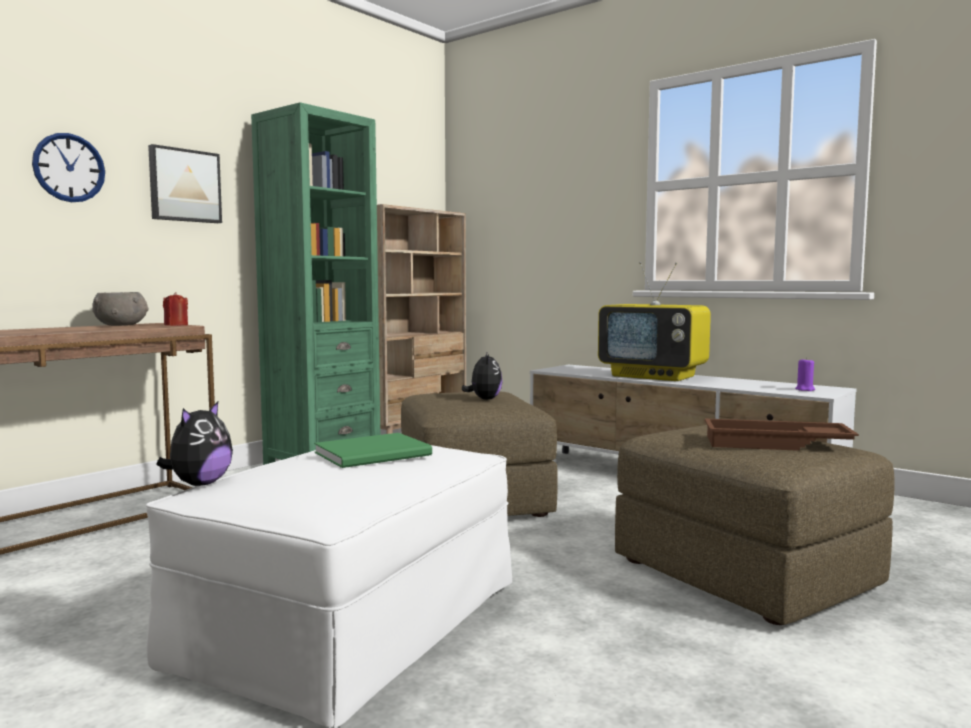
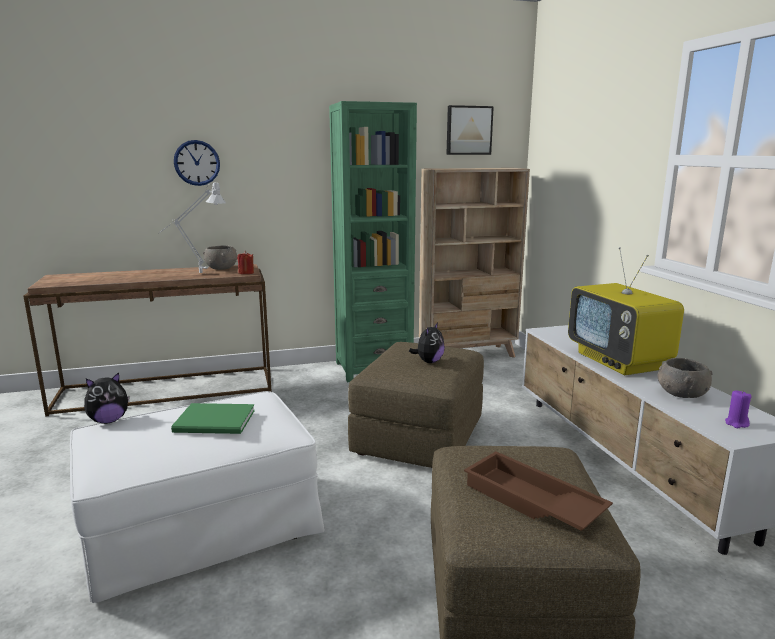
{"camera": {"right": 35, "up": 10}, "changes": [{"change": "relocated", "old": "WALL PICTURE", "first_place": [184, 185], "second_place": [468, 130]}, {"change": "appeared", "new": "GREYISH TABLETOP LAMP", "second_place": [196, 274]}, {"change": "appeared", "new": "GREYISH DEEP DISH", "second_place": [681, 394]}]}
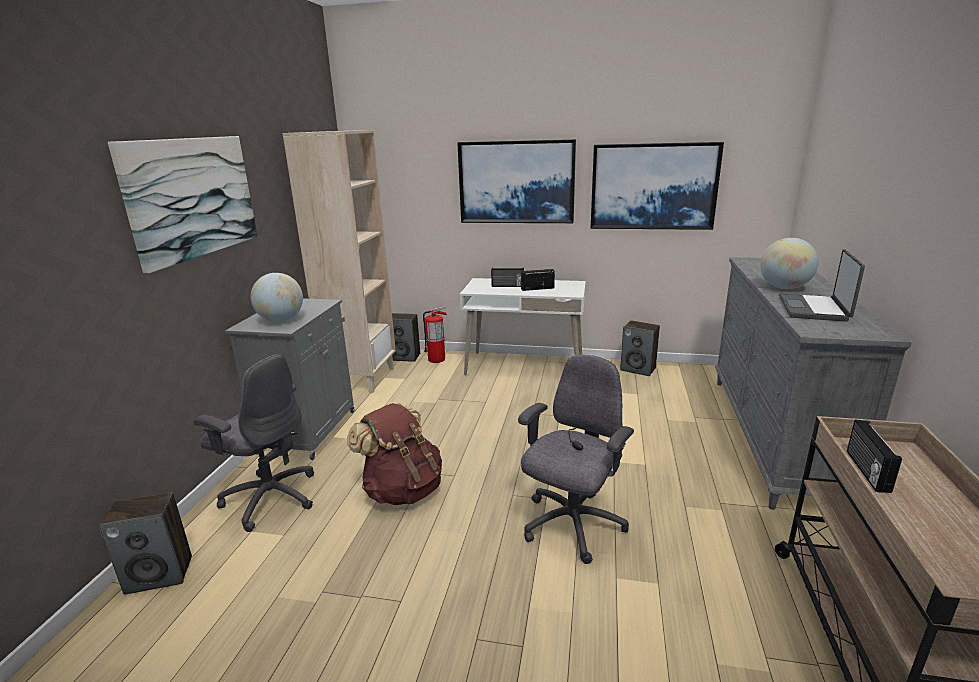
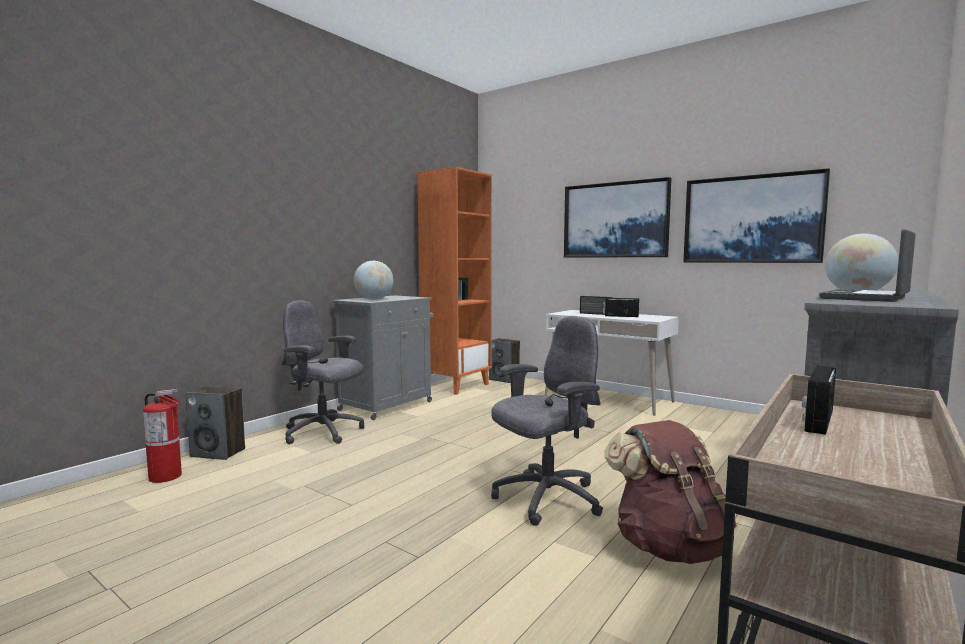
{"camera": {"right": 25, "up": -15}, "changes": [{"change": "colour", "old": "BEIGE-COLOURED BOOKSHELF", "new": "ORANGE-COLOURED BOOKSHELF", "first_place": [361, 378], "second_place": [456, 385]}, {"change": "missing", "old": "WALL PICTURE", "first_place": [192, 197]}, {"change": "relocated", "old": "EXTINGUISHER", "first_place": [437, 359], "second_place": [165, 477]}, {"change": "missing", "old": "SPEAKER", "first_place": [638, 369]}, {"change": "spun", "old": "GREYISH DESK CHAIR", "first_place": [270, 497], "second_place": [323, 432], "degrees": 150}, {"change": "relocated", "old": "BROWN-COLOURED KNAPSACK", "first_place": [402, 490], "second_place": [669, 546]}]}
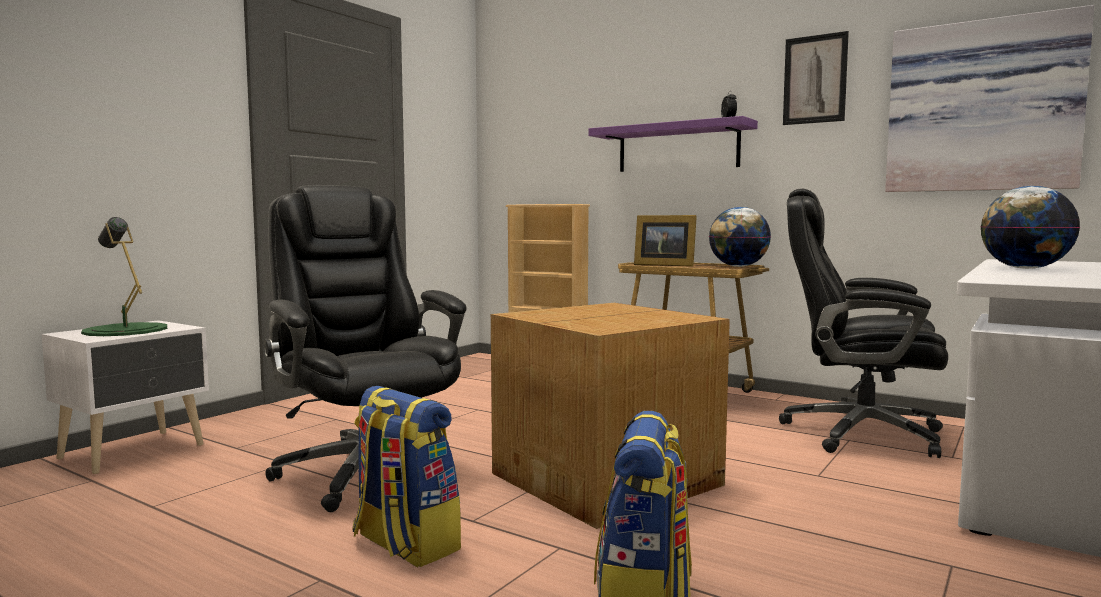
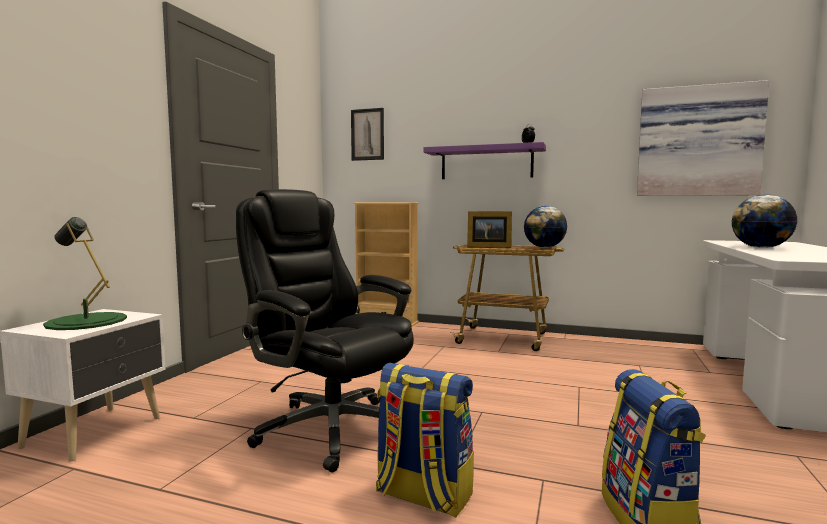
{"camera": {"right": -15, "up": 0}, "changes": [{"change": "relocated", "old": "WALL PICTURE", "first_place": [815, 79], "second_place": [367, 134]}, {"change": "missing", "old": "BLACK-COLOURED DESK CHAIR", "first_place": [858, 433]}, {"change": "missing", "old": "CARTON", "first_place": [609, 479]}]}
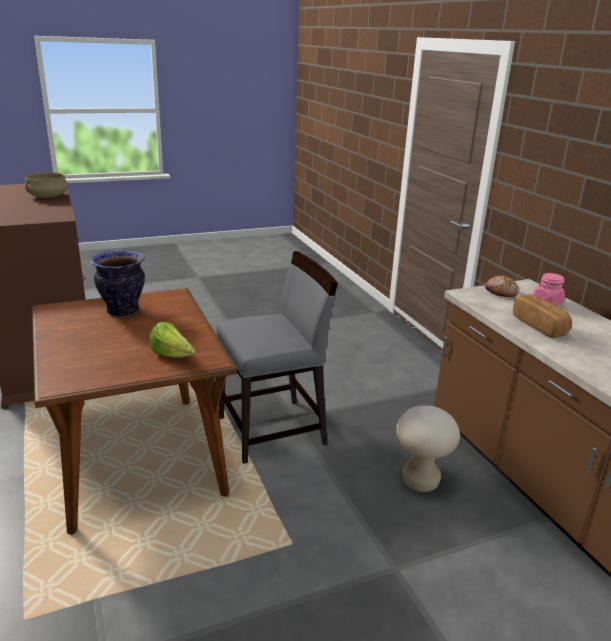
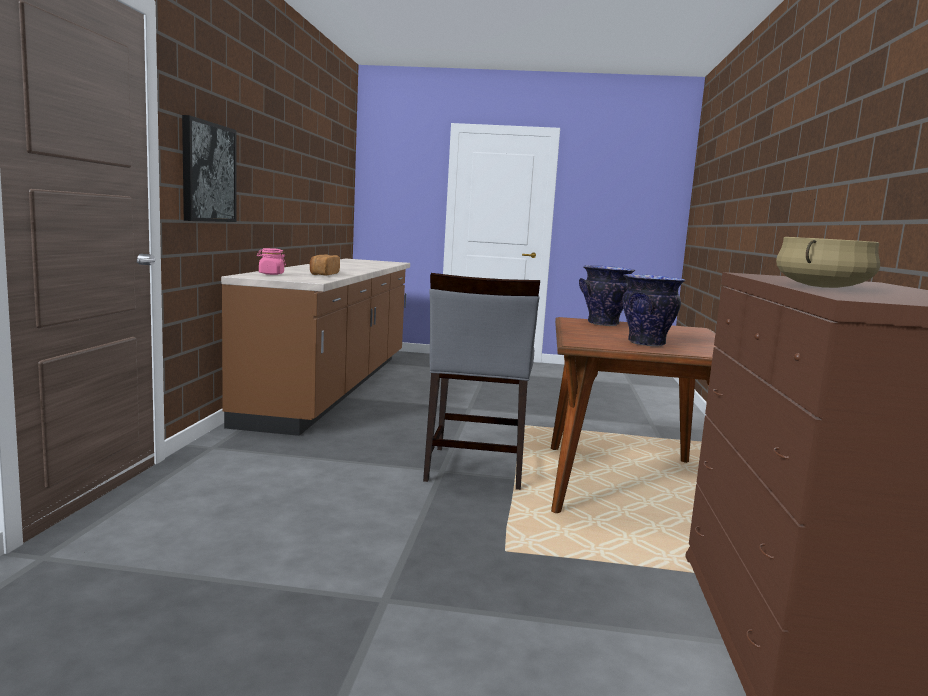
{"camera": {"right": -150, "up": -15}, "changes": [{"change": "spun", "old": "GREYISH UPRIGHT CHAIR", "first_place": [273, 430], "second_place": [474, 468], "degrees": -90}, {"change": "missing", "old": "BREAD", "first_place": [501, 292]}, {"change": "exchanged", "old": "LETTUCE", "new": "FLOWER VASE", "first_place": [172, 355], "second_place": [603, 324]}, {"change": "missing", "old": "BEIGE-COLOURED STOOL SEAT", "first_place": [420, 482]}, {"change": "appeared", "new": "WALL PICTURE", "second_place": [208, 172]}]}
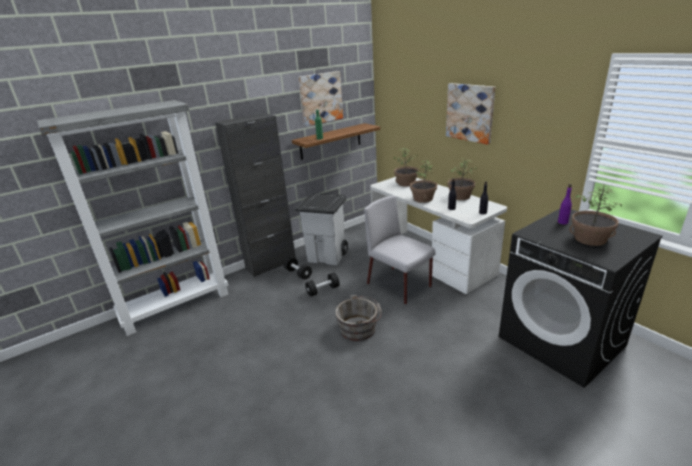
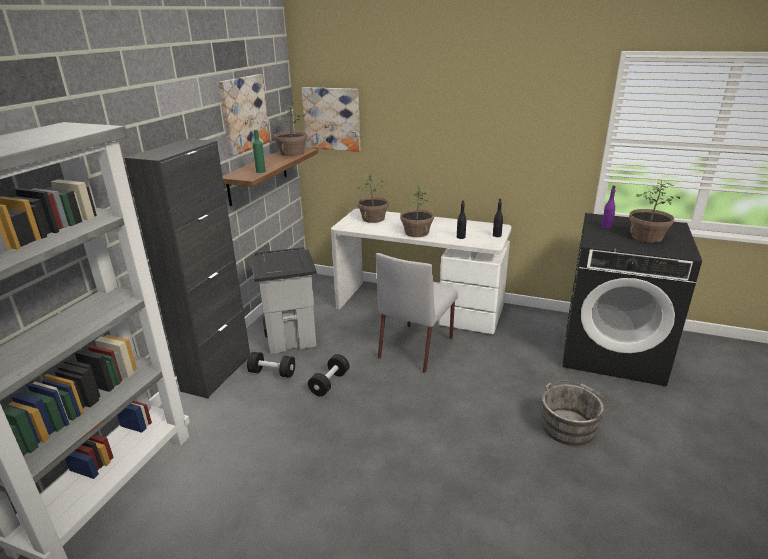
{"camera": {"right": -35, "up": 0}, "changes": [{"change": "relocated", "old": "WALL PICTURE", "first_place": [470, 112], "second_place": [332, 119]}, {"change": "relocated", "old": "PLANT IN A POT", "first_place": [460, 196], "second_place": [292, 153]}, {"change": "spun", "old": "GREYISH UPRIGHT CHAIR", "first_place": [399, 285], "second_place": [416, 347], "degrees": -75}, {"change": "relocated", "old": "GREYISH BUCKET", "first_place": [360, 328], "second_place": [569, 426]}]}
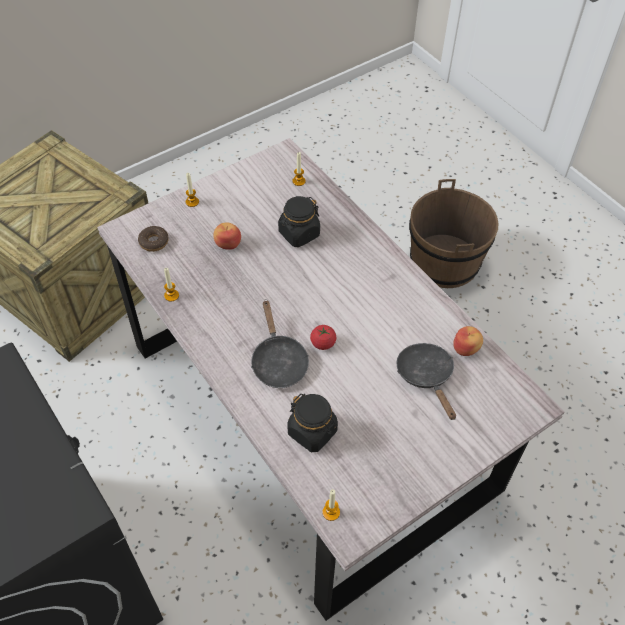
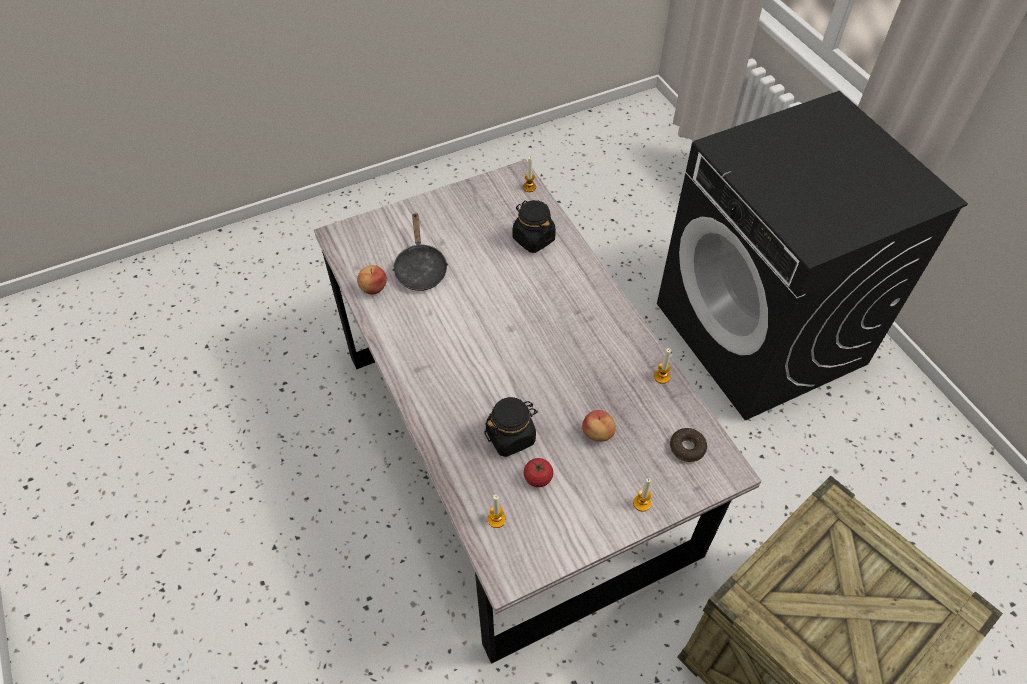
{"camera": {"right": -170, "up": 0}, "changes": [{"change": "missing", "old": "BROWN-COLOURED BUCKET", "first_place": [444, 262]}, {"change": "missing", "old": "BLACK-COLOURED SKILLET", "first_place": [278, 361]}, {"change": "relocated", "old": "WHOLE TOMATO", "first_place": [323, 343], "second_place": [538, 478]}]}
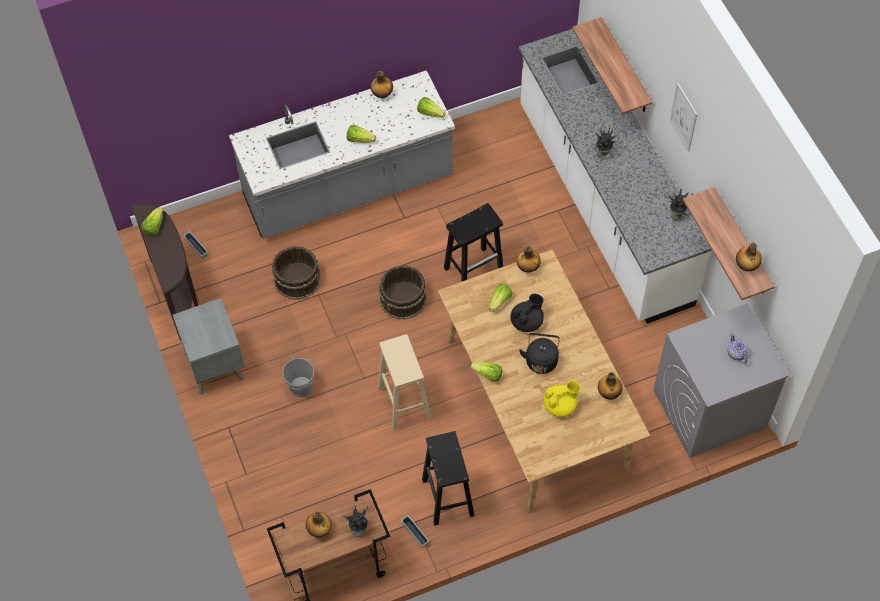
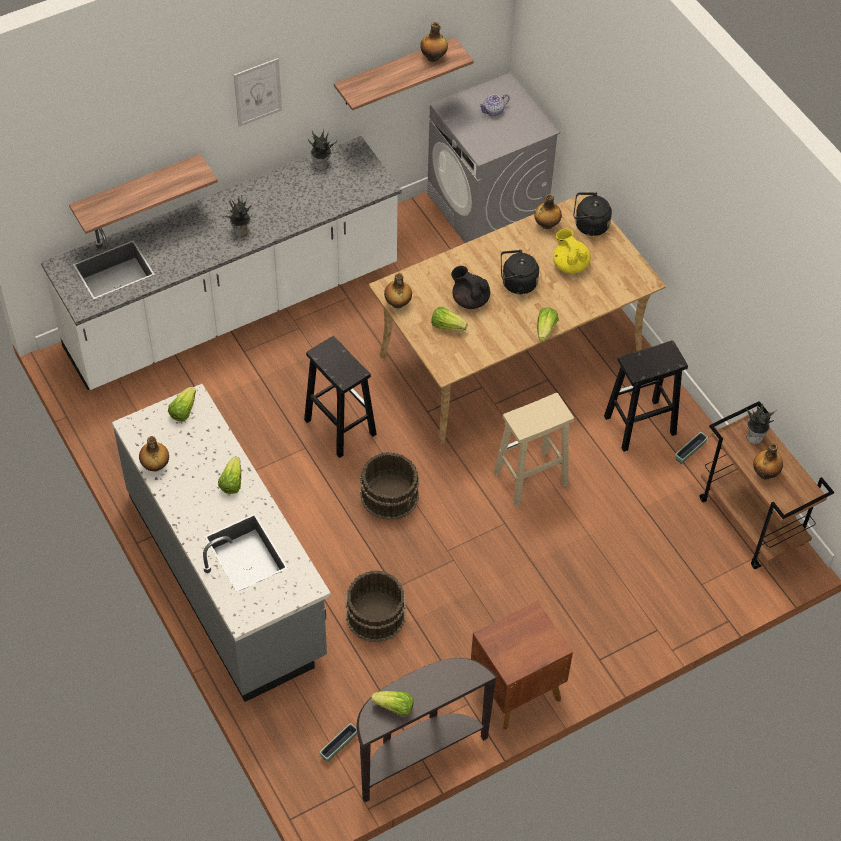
{"camera": {"right": -100, "up": -5}, "changes": [{"change": "colour", "old": "GREYISH BEDSIDE TABLE", "new": "BROWN-COLOURED BEDSIDE TABLE", "first_place": [215, 365], "second_place": [515, 690]}, {"change": "missing", "old": "GREYISH BUCKET", "first_place": [303, 386]}, {"change": "appeared", "new": "BLACK-COLOURED KETTLE", "second_place": [589, 226]}]}
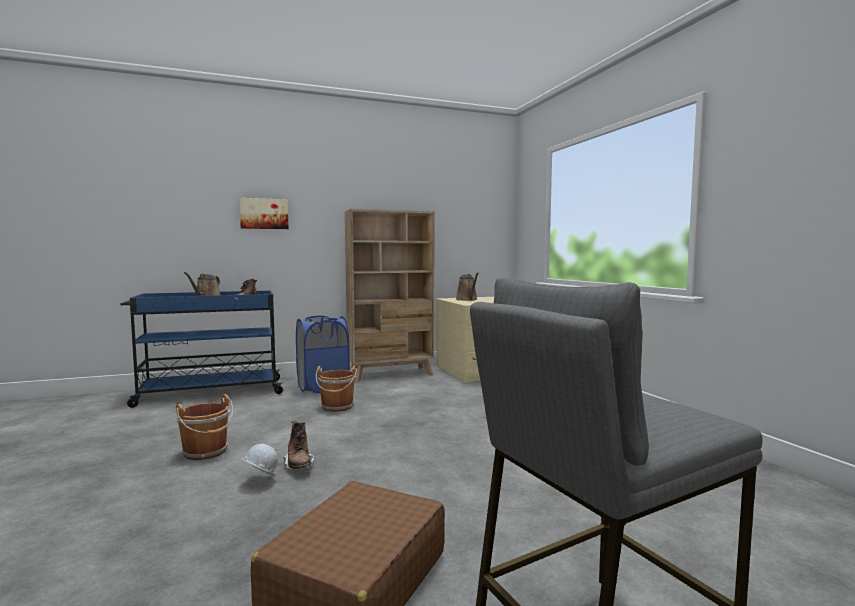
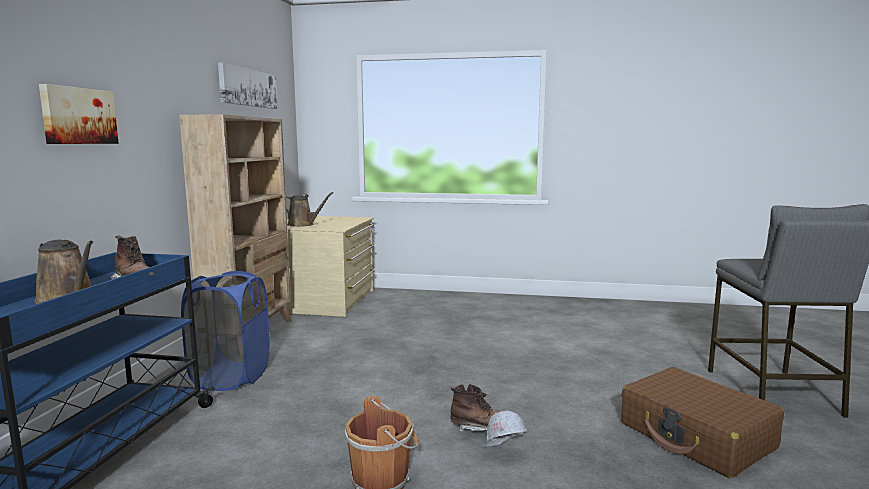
{"camera": {"right": -60, "up": 5}, "changes": [{"change": "missing", "old": "BROWN-COLOURED BUCKET", "first_place": [337, 407]}, {"change": "appeared", "new": "WALL PICTURE", "second_place": [248, 88]}]}
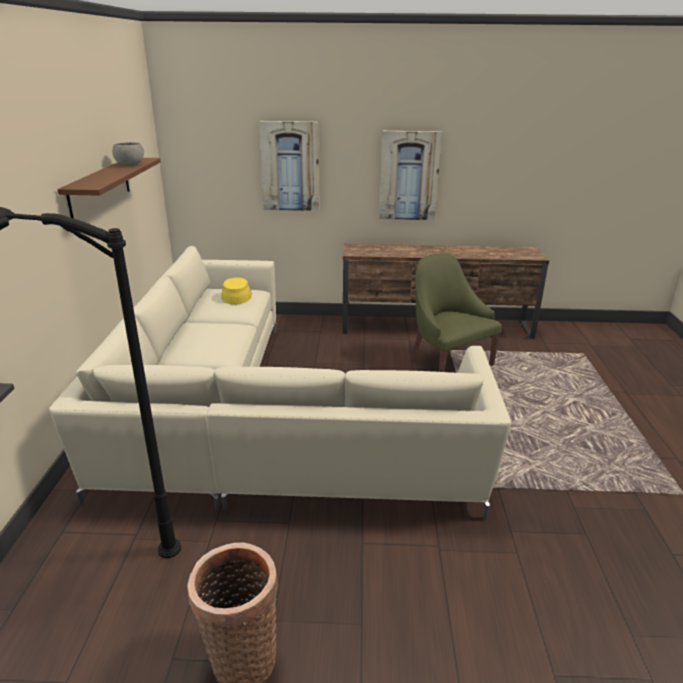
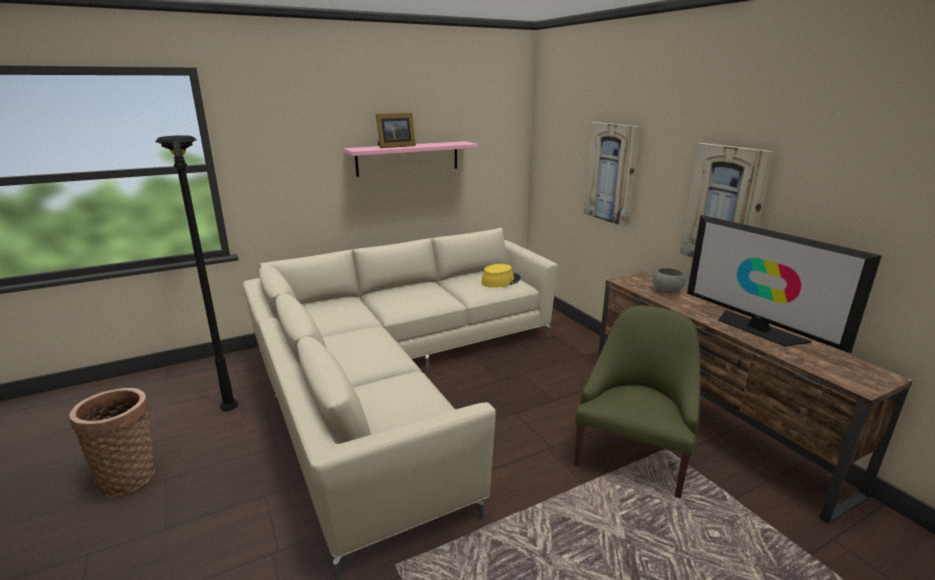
{"camera": {"right": 60, "up": -5}, "changes": [{"change": "relocated", "old": "GREYISH DEEP DISH", "first_place": [129, 165], "second_place": [666, 291]}, {"change": "colour", "old": "BROWN-COLOURED SHELF", "new": "PINK-COLOURED SHELF", "first_place": [100, 188], "second_place": [408, 158]}, {"change": "appeared", "new": "PICTURE FRAME", "second_place": [394, 146]}, {"change": "appeared", "new": "TV", "second_place": [758, 329]}]}
